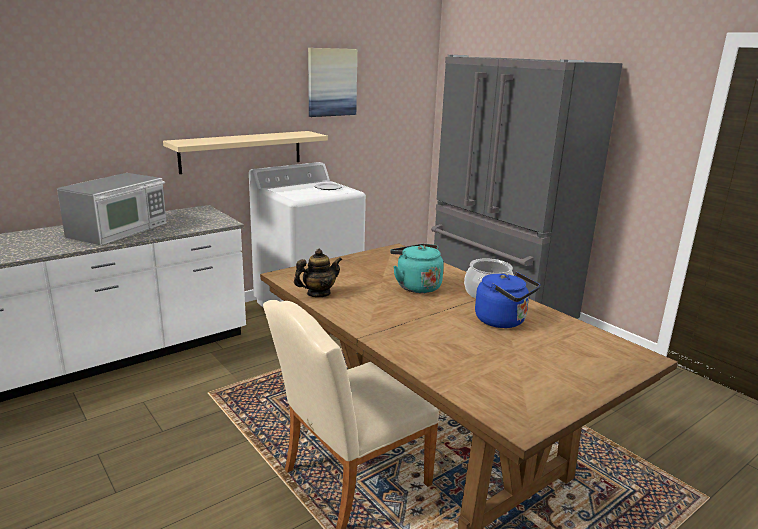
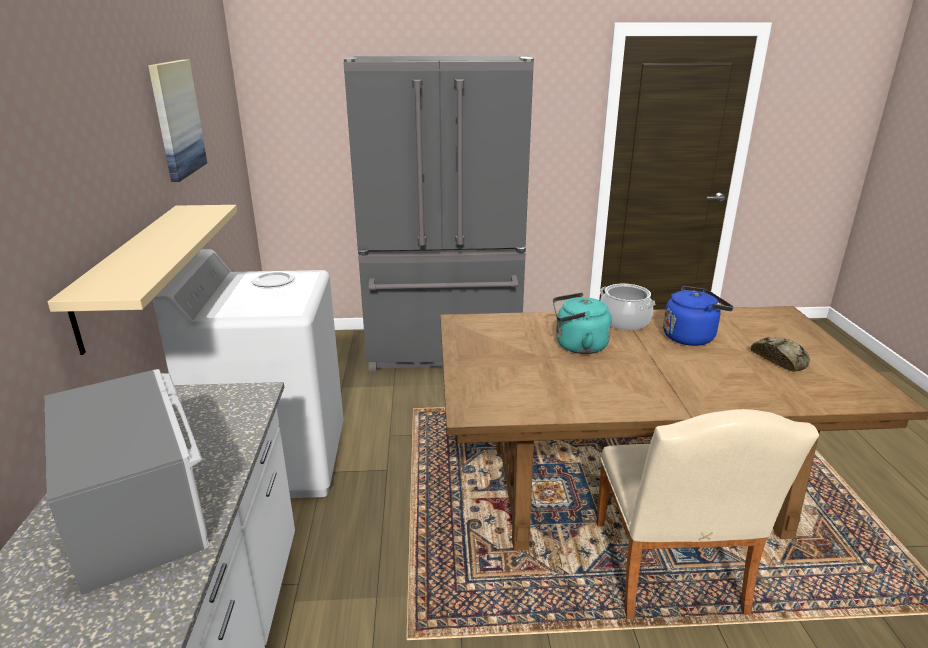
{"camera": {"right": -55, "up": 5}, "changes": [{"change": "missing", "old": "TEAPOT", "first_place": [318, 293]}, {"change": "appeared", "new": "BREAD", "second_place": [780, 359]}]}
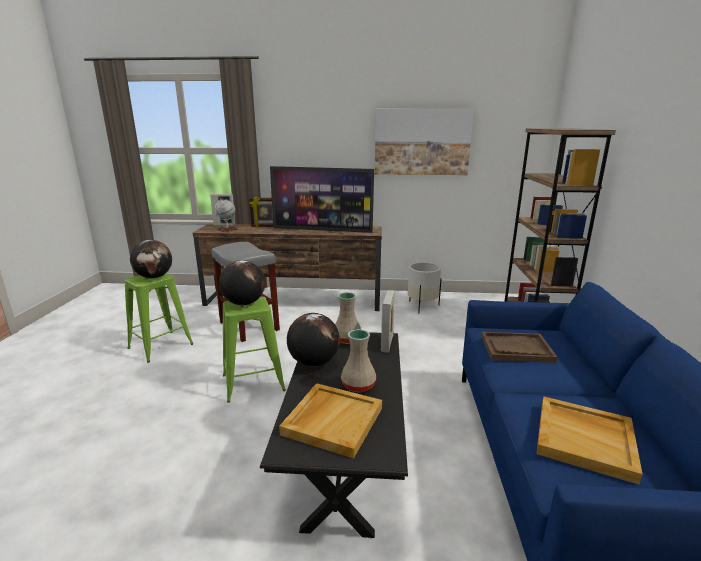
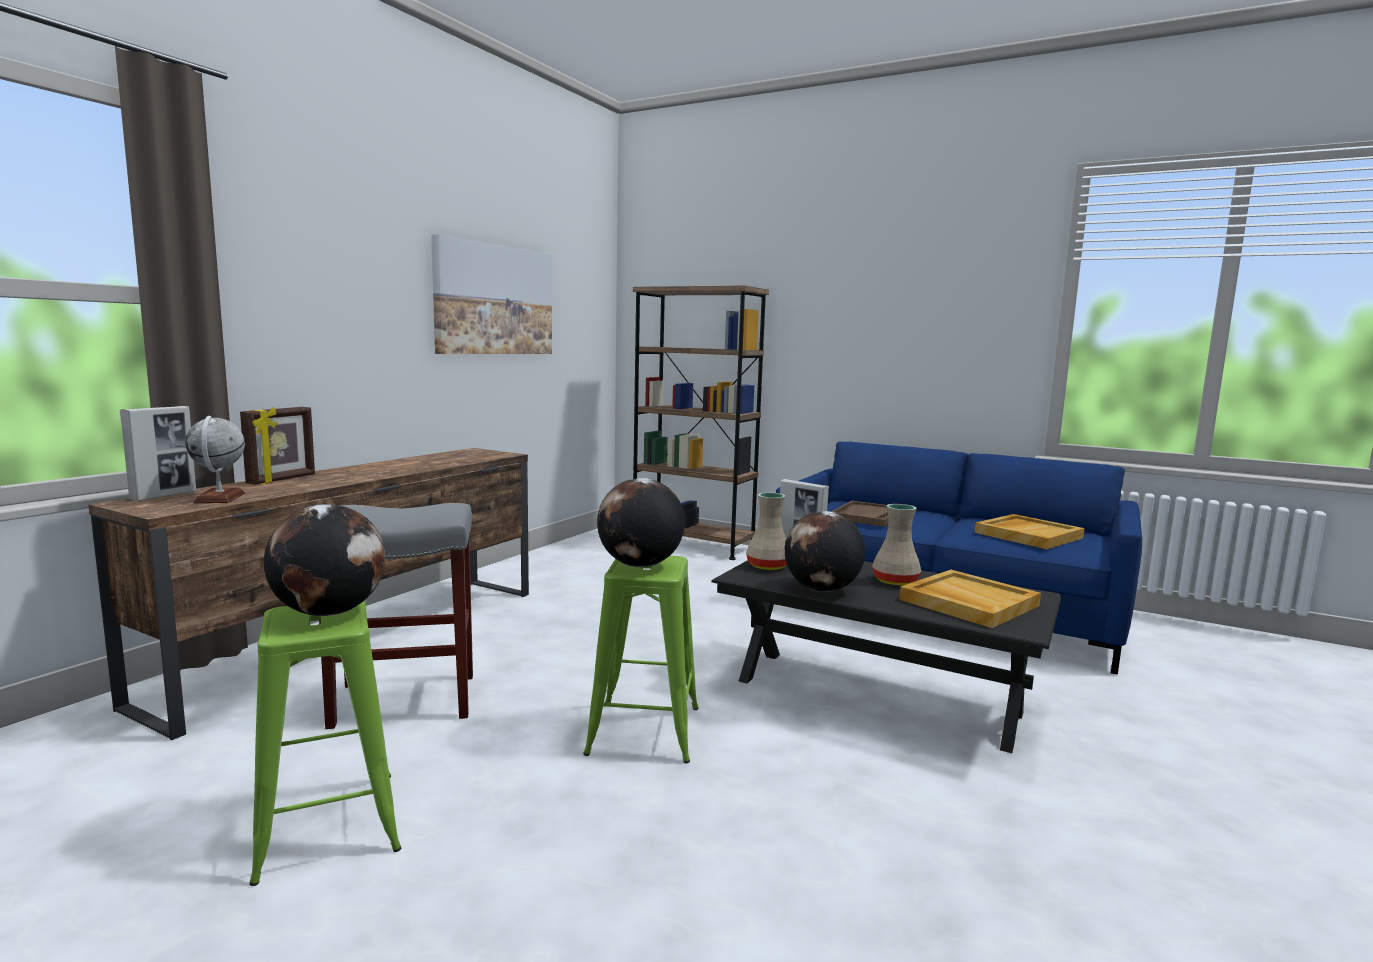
{"camera": {"right": -65, "up": -10}, "changes": [{"change": "missing", "old": "TV", "first_place": [322, 230]}, {"change": "missing", "old": "WHITE-COLOURED PLANTER", "first_place": [422, 306]}]}
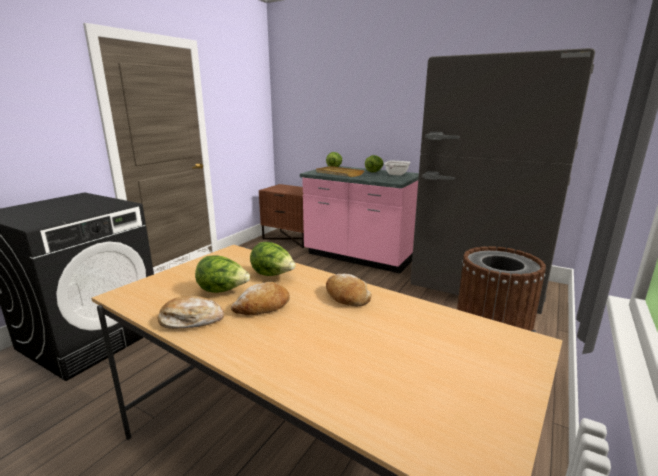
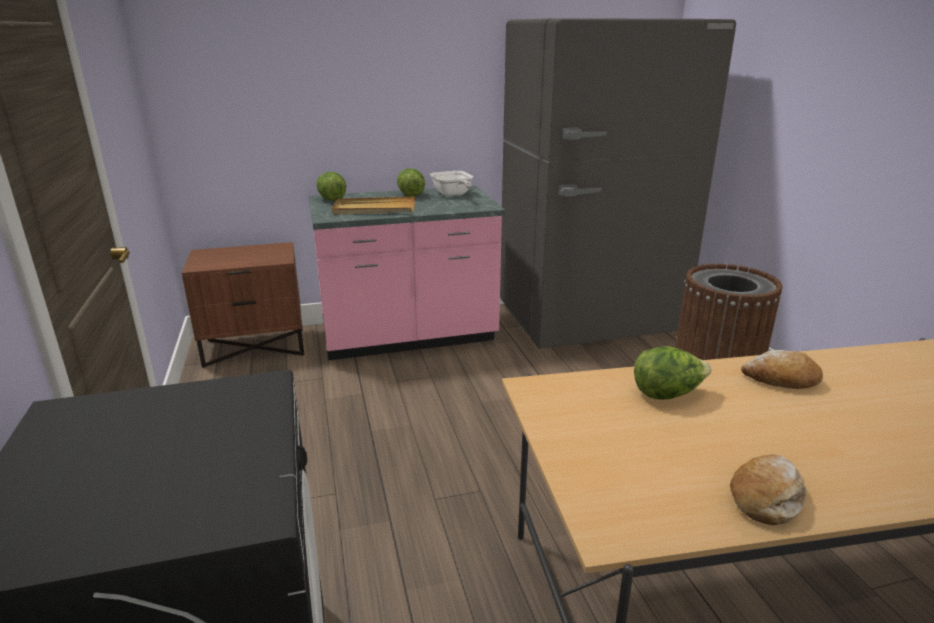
{"camera": {"right": -45, "up": 5}, "changes": [{"change": "missing", "old": "LETTUCE", "first_place": [223, 291]}, {"change": "missing", "old": "BREAD", "first_place": [263, 307]}]}
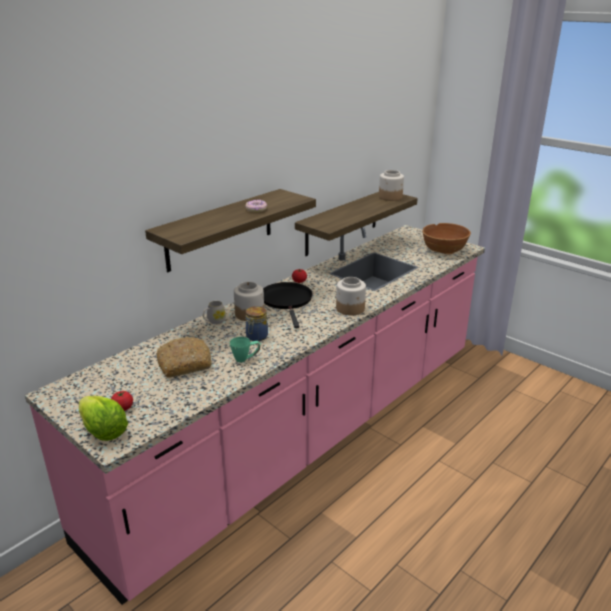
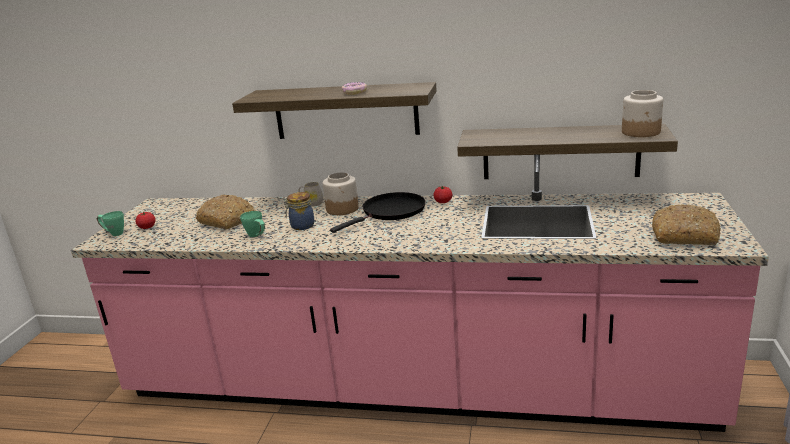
{"camera": {"right": 60, "up": -5}, "changes": [{"change": "exchanged", "old": "BROWN-COLOURED DEEP DISH", "new": "BREAD", "first_place": [443, 250], "second_place": [685, 236]}, {"change": "missing", "old": "STORAGE JAR", "first_place": [350, 309]}, {"change": "exchanged", "old": "LETTUCE", "new": "GREENISH COFFEE MUG", "first_place": [103, 431], "second_place": [113, 233]}]}
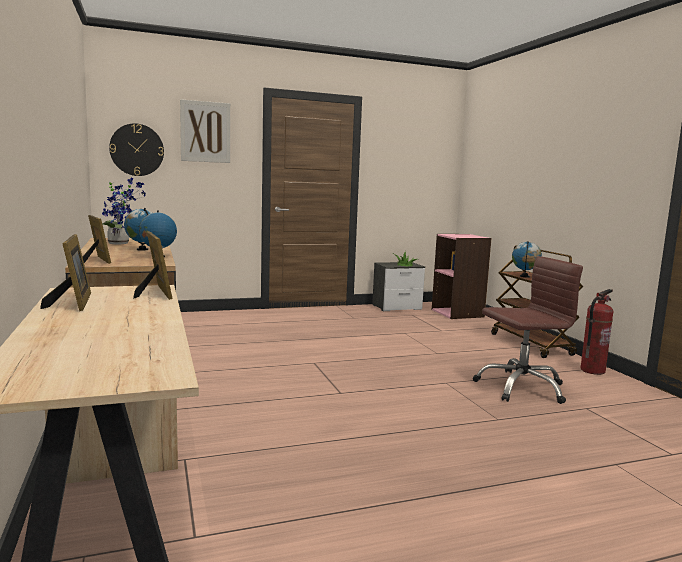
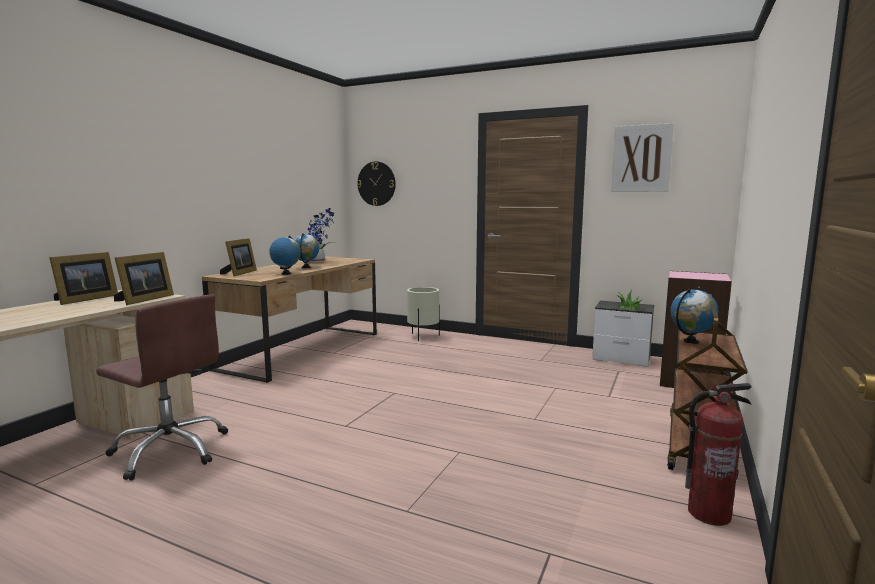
{"camera": {"right": 45, "up": 0}, "changes": [{"change": "relocated", "old": "WALL PICTURE", "first_place": [205, 132], "second_place": [641, 158]}, {"change": "relocated", "old": "BROWN-COLOURED DESK CHAIR", "first_place": [521, 387], "second_place": [170, 450]}, {"change": "appeared", "new": "BEIGE-COLOURED PLANTER", "second_place": [423, 336]}]}
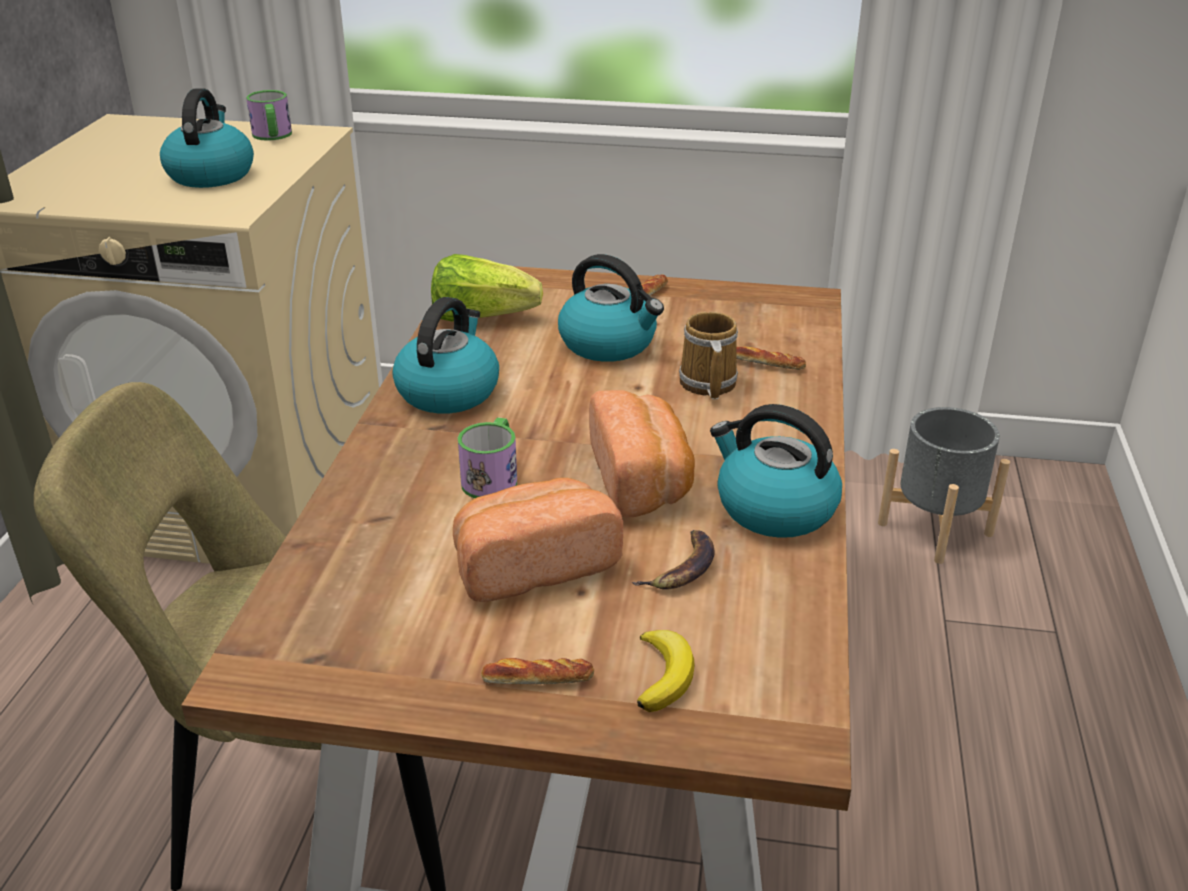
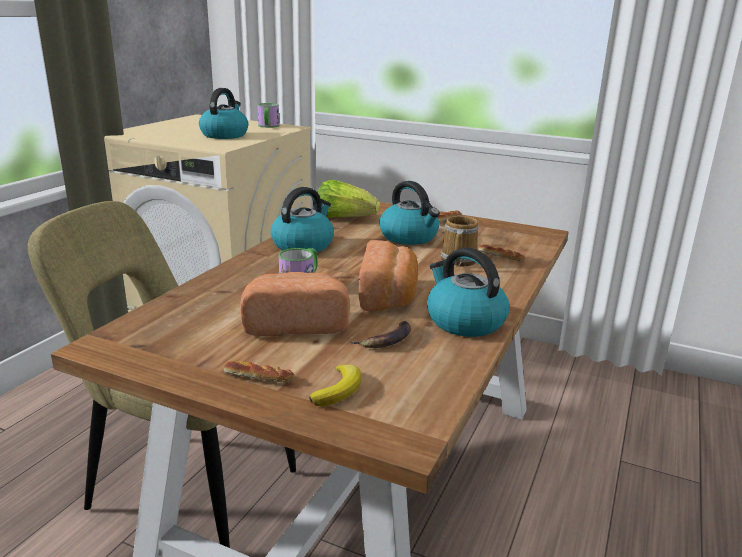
{"camera": {"right": 15, "up": -10}, "changes": [{"change": "missing", "old": "GREYISH PLANTER", "first_place": [934, 528]}]}
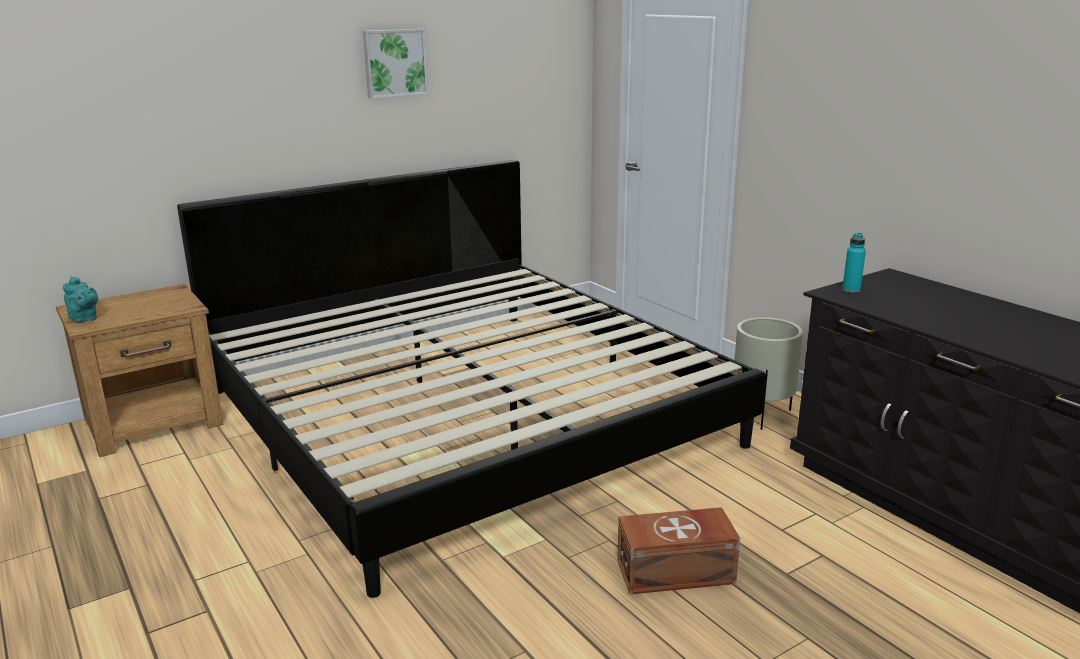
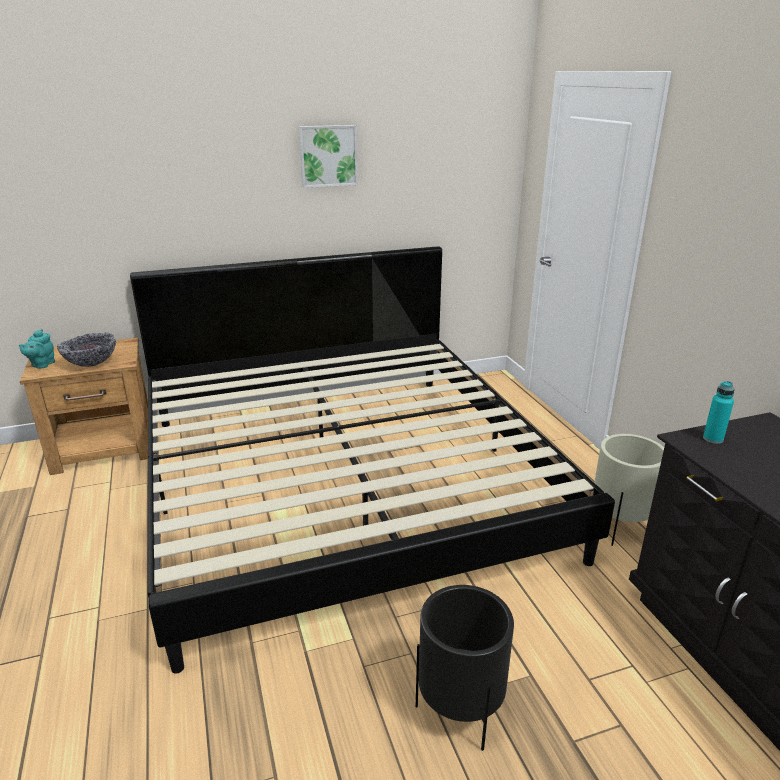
{"camera": {"right": 15, "up": 5}, "changes": [{"change": "spun", "old": "TURQUOISE-COLOURED TEAPOT", "first_place": [84, 319], "second_place": [42, 365], "degrees": 45}, {"change": "exchanged", "old": "BROWN-COLOURED STORAGE CONTAINER", "new": "BLACK-COLOURED PLANTER", "first_place": [677, 573], "second_place": [460, 712]}, {"change": "appeared", "new": "DEEP DISH", "second_place": [91, 363]}]}
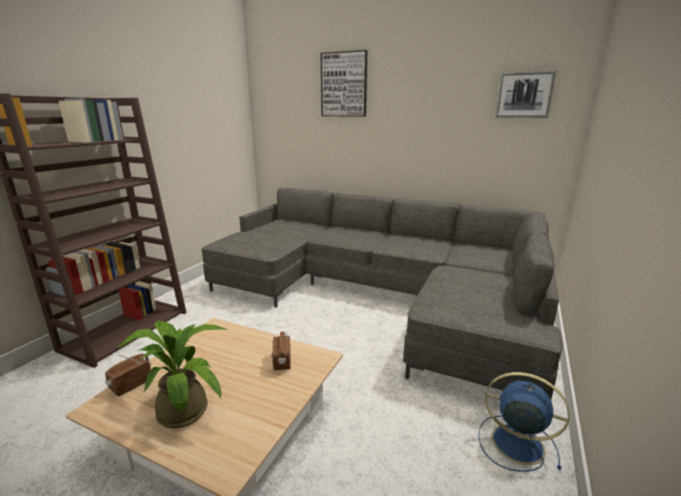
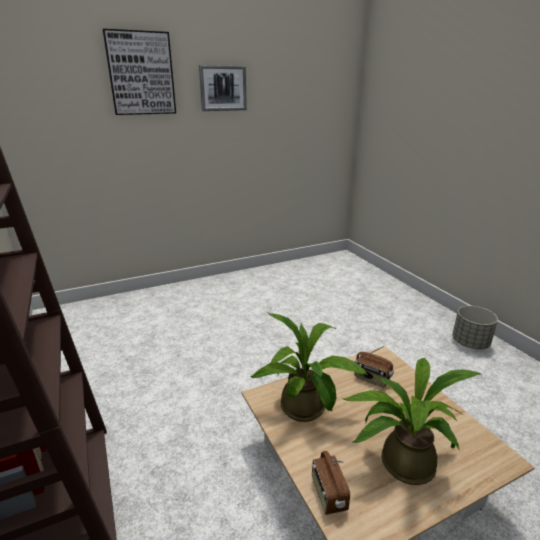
{"camera": {"right": -50, "up": 5}, "changes": [{"change": "relocated", "old": "WALL PICTURE", "first_place": [524, 95], "second_place": [223, 88]}, {"change": "missing", "old": "GREYISH COUCH", "first_place": [381, 295]}, {"change": "exchanged", "old": "BLUE ELECTRIC FAN", "new": "GREYISH PLANTER", "first_place": [515, 442], "second_place": [470, 343]}, {"change": "appeared", "new": "PLANT IN A POT", "second_place": [307, 411]}]}
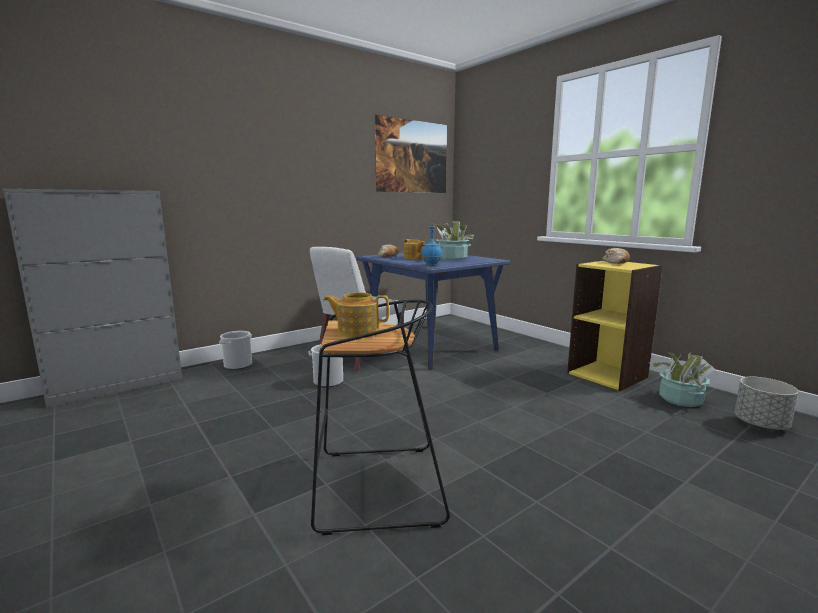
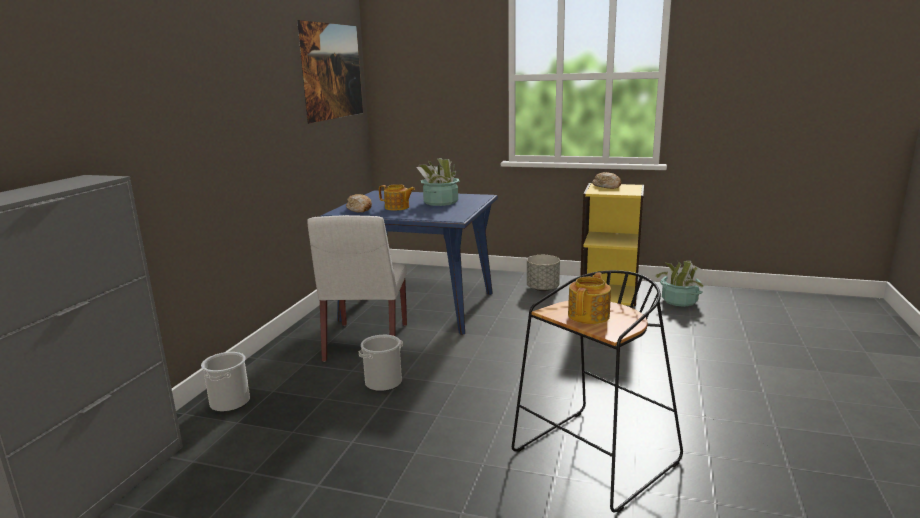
{"camera": {"right": -35, "up": 5}, "changes": [{"change": "missing", "old": "BLUE BOTTLE", "first_place": [431, 265]}, {"change": "spun", "old": "TEAPOT", "first_place": [357, 331], "second_place": [589, 315], "degrees": 150}, {"change": "relocated", "old": "GREYISH PLANTER", "first_place": [761, 425], "second_place": [543, 288]}]}
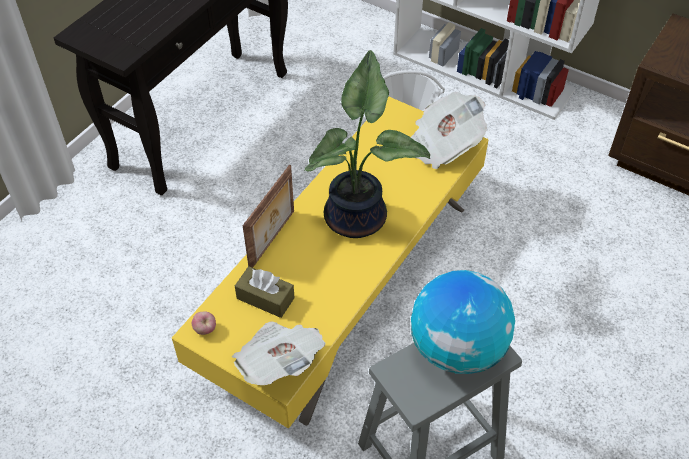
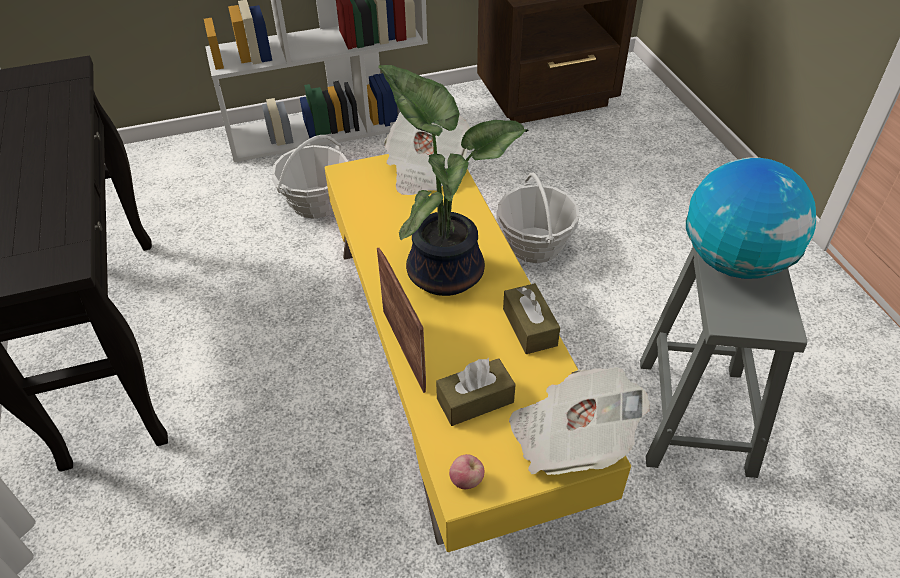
{"camera": {"right": -50, "up": -5}, "changes": [{"change": "appeared", "new": "STORAGE BASKET", "second_place": [535, 245]}, {"change": "appeared", "new": "BROWN-COLOURED BOX OF TISSUES", "second_place": [529, 327]}]}
